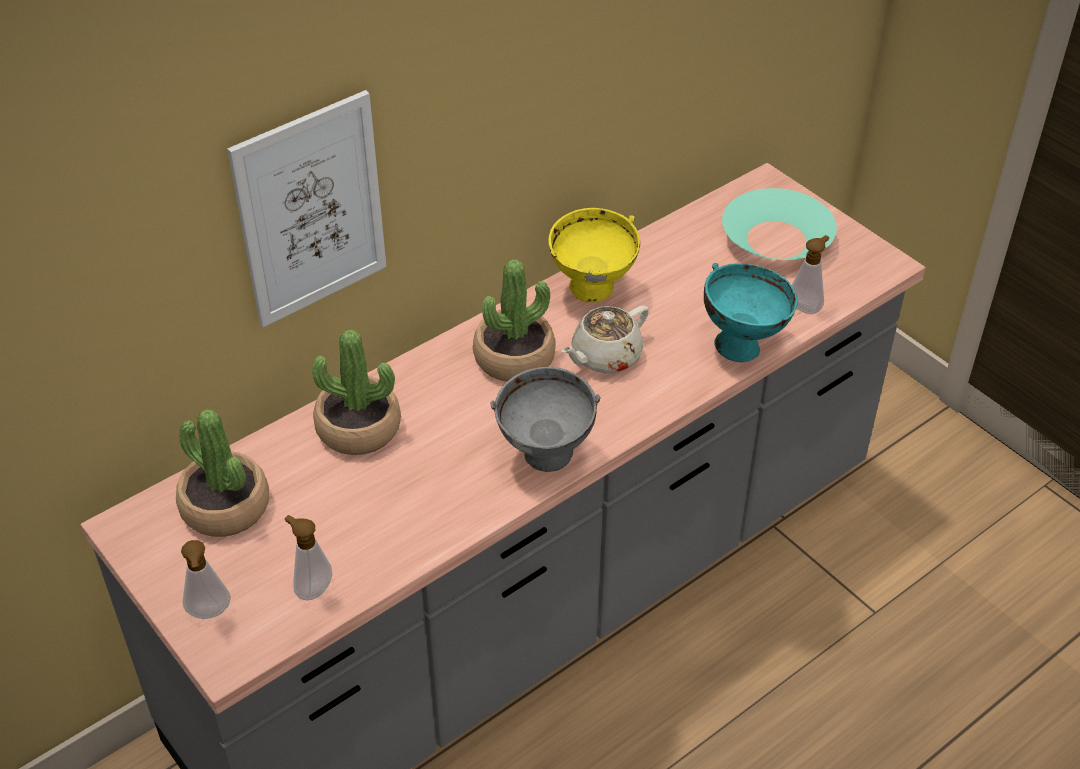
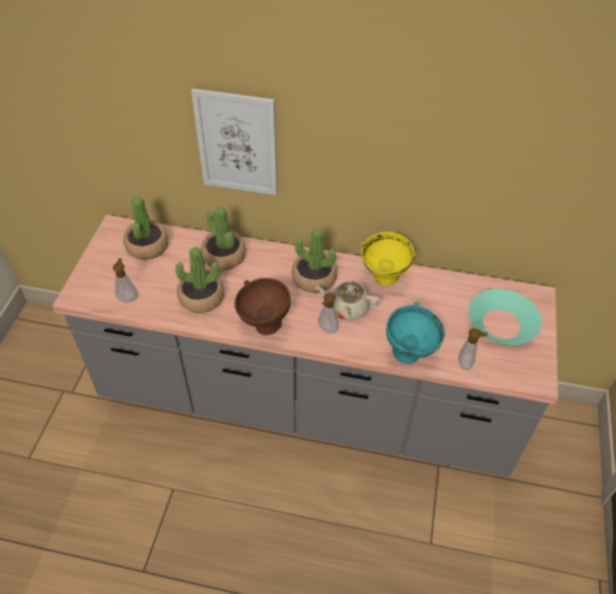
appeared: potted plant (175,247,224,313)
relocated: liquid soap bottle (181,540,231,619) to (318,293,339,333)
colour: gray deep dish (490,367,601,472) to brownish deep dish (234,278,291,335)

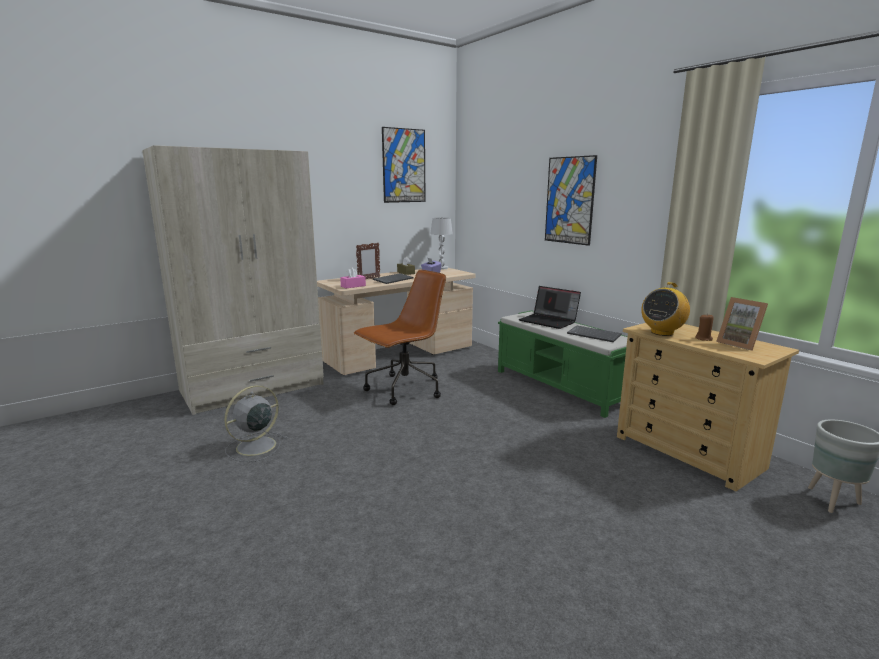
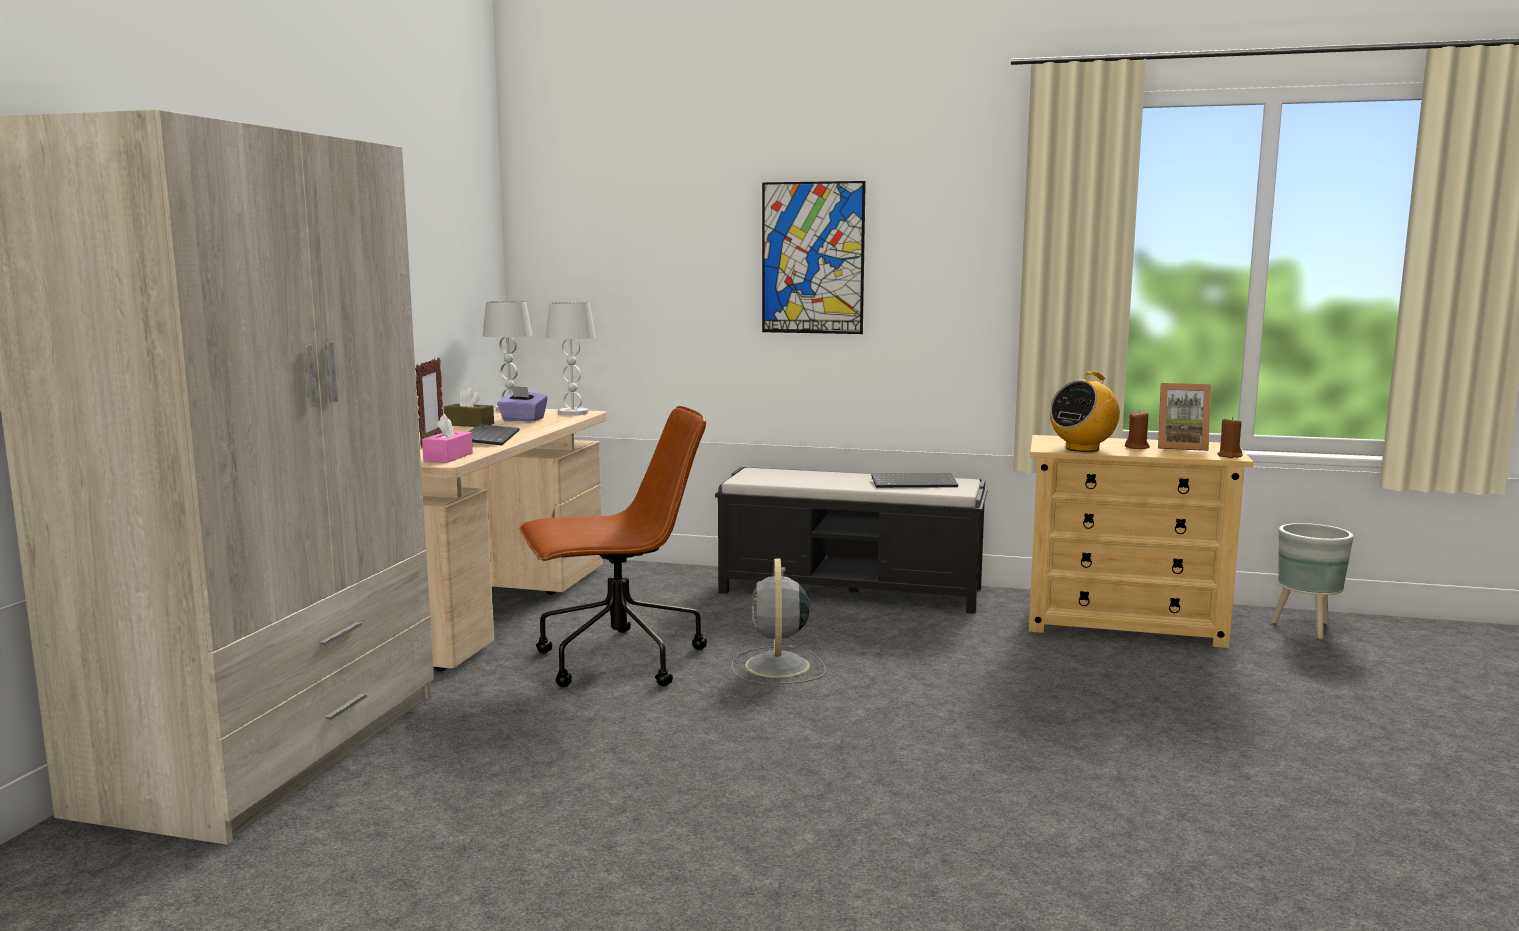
missing: picture (382,127,426,203); portable computer (519,286,581,329)
appeared: white table lamp (545,302,596,416); brownish candle (1217,417,1243,458)
relocated: gray electric fan (224,385,287,462) to (732,559,826,684)
colour: greenish indoor bench (498,310,628,418) to black-coloured indoor bench (715,467,987,614)
spun: brownish computer chair (354,270,446,405) = (519,406,707,687) 60 degrees clockwise; radio receiver (641,282,690,336) = (1050,372,1120,452) 45 degrees clockwise

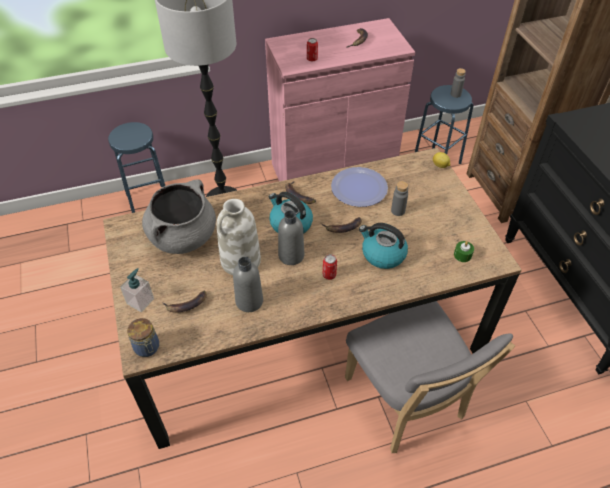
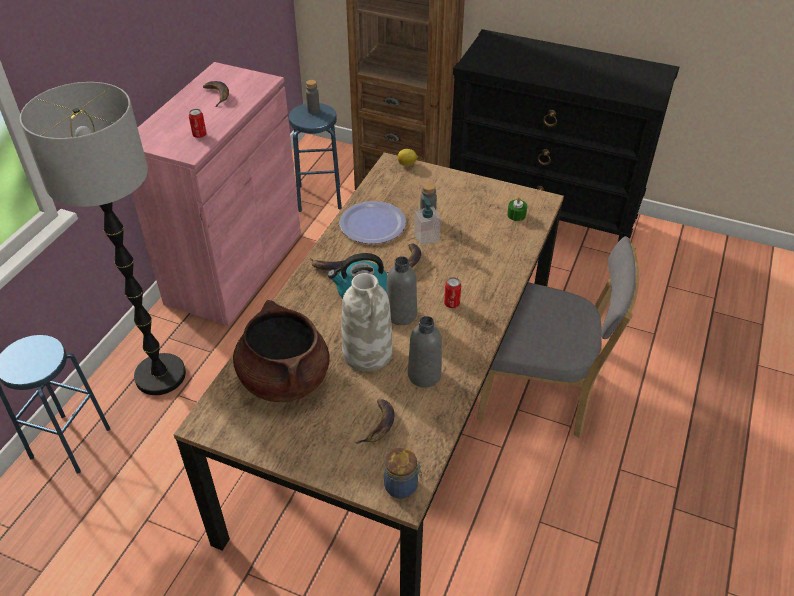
missing: kettle (359,223,408,269)
relocated: liquid soap bottle (120,268,154,312) to (414,196,441,245)
colour: gray stockpot (142,179,216,254) to brownish stockpot (233,300,330,402)

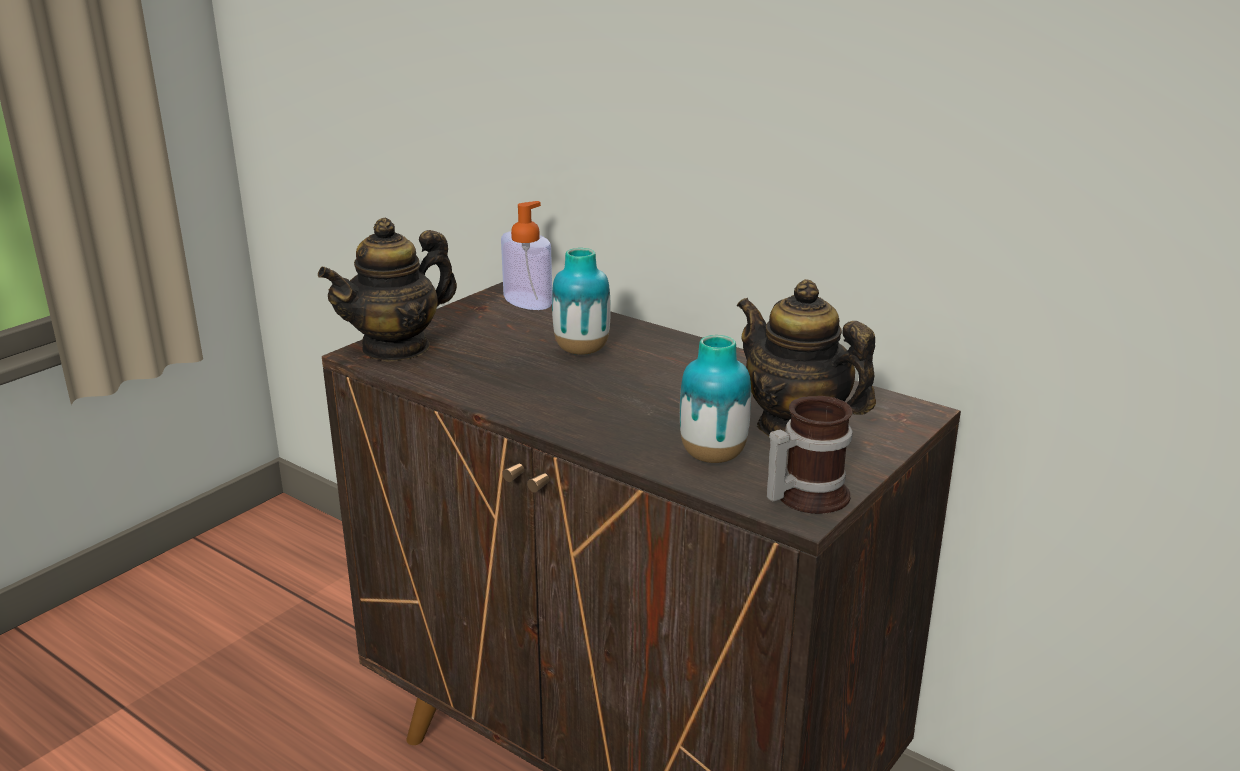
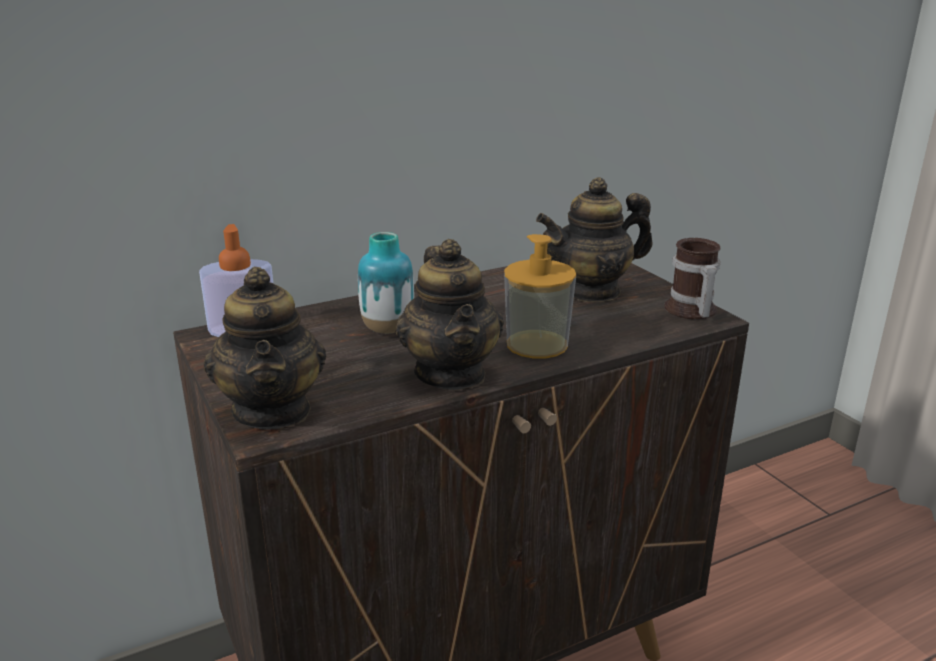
missing: vase (680,335,751,463)
appeared: teapot (396,239,503,390); liquid soap bottle (504,234,576,358)

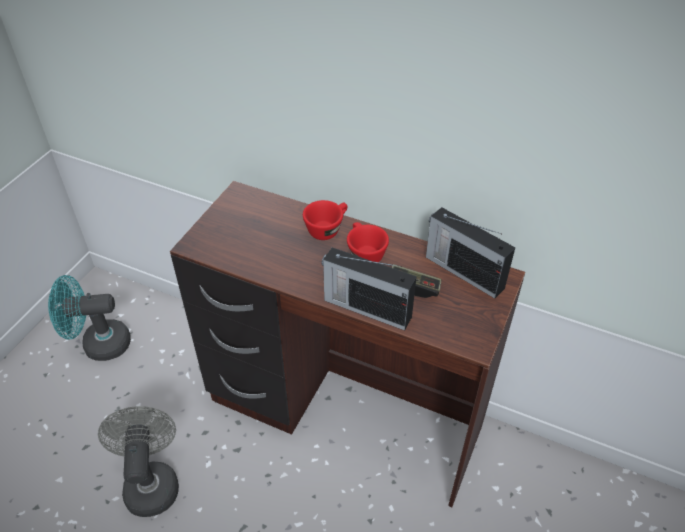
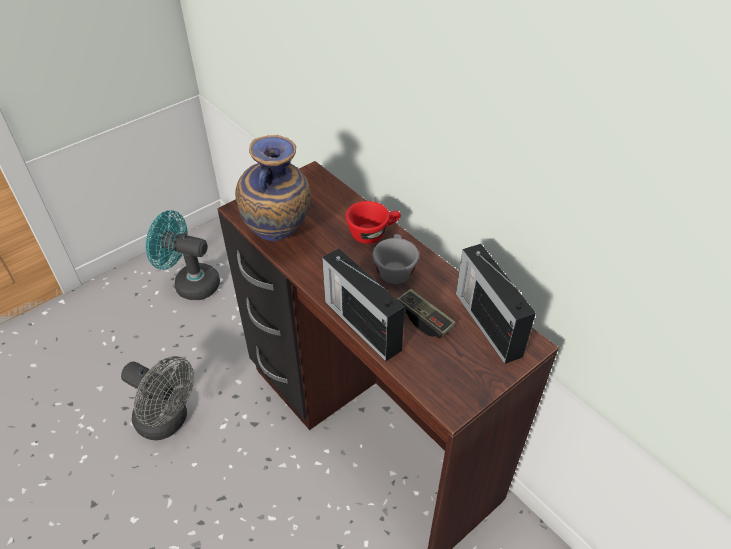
appeared: vase (235,135,311,241)
colour: red-coloured cup (347,222,389,262) to gray cup (372,234,419,284)
spun: gray electric fan (98,406,179,517) = (121,356,194,440) 105 degrees clockwise

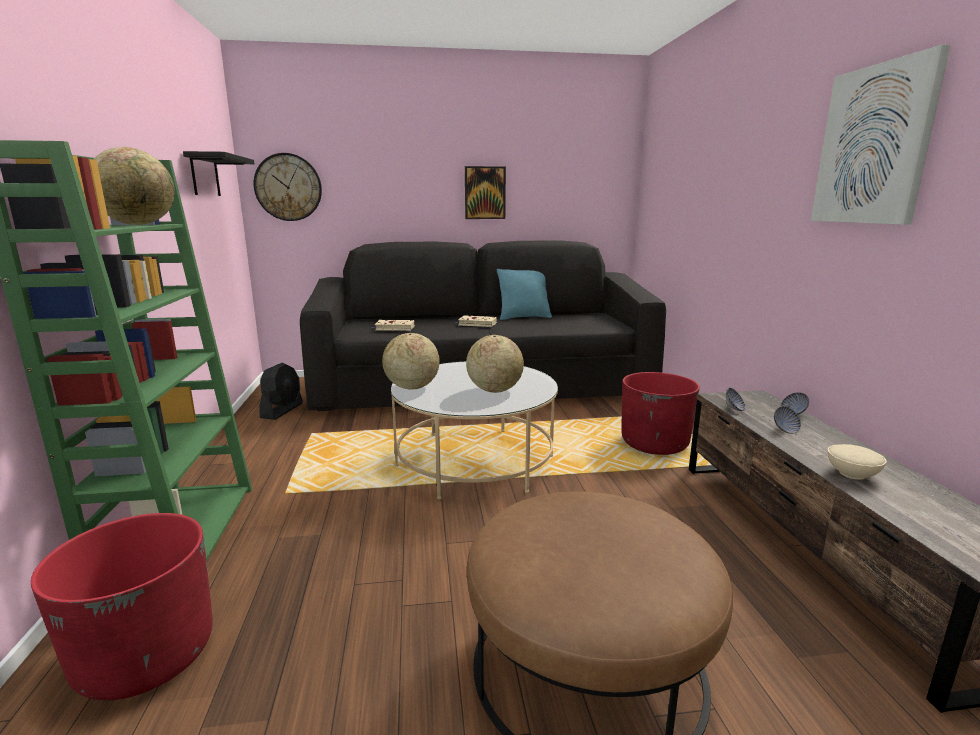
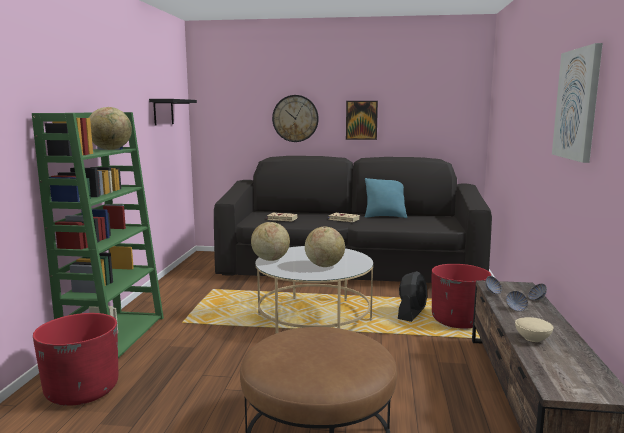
relocated: wall clock (254,153,322,221) to (272,95,319,142); black-coloured electric fan (259,362,303,420) to (398,271,427,322)

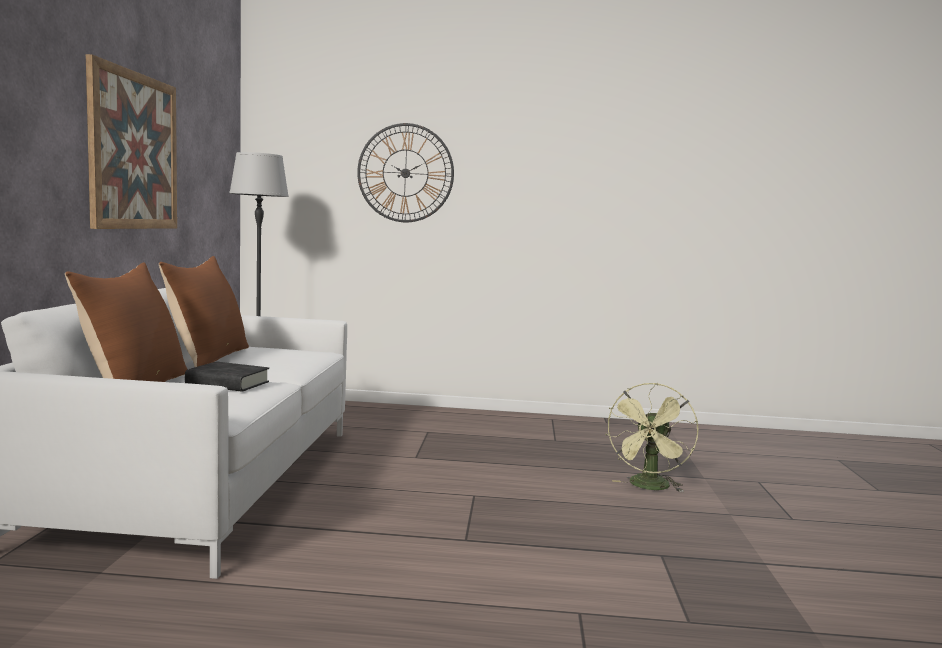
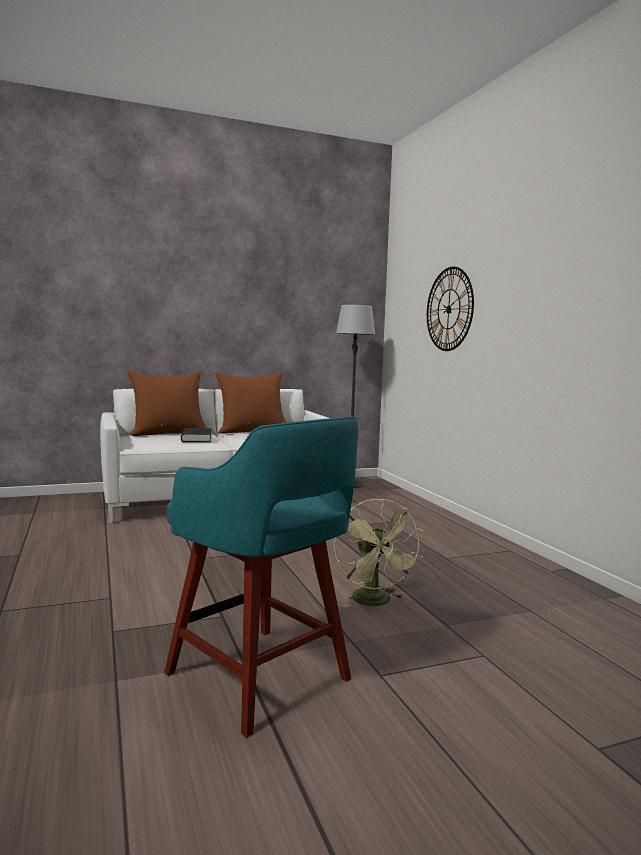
missing: picture (86,54,177,229)
appeared: turquoise-coloured stool seat (164,417,358,738)
spun: greenish electric fan (605,383,699,492) = (334,499,423,607) 105 degrees counterclockwise

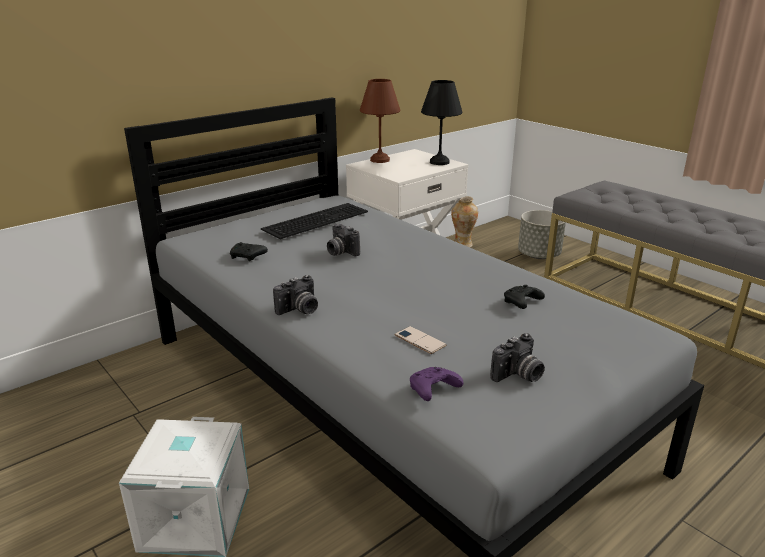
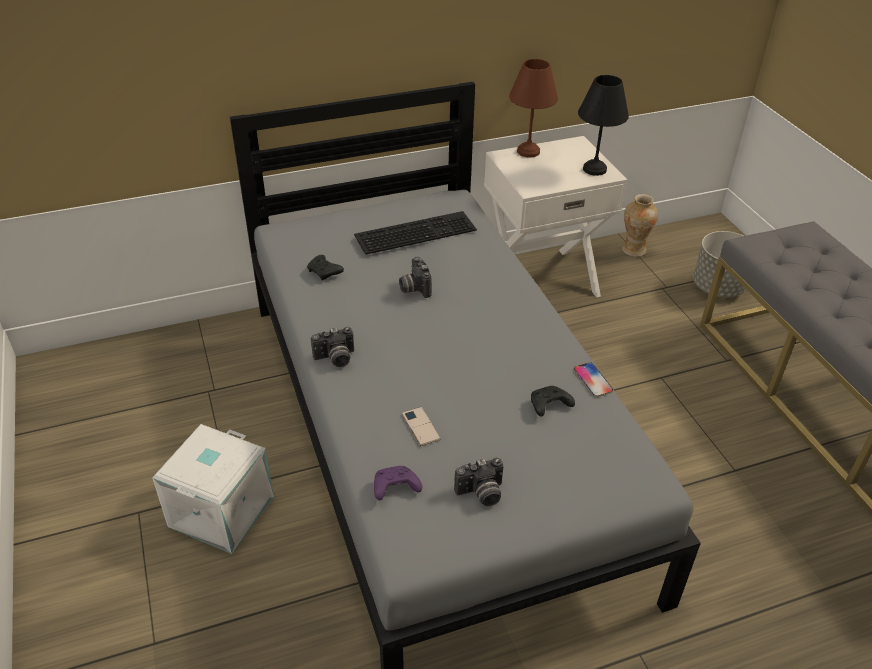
appeared: telephone (574,362,613,397)

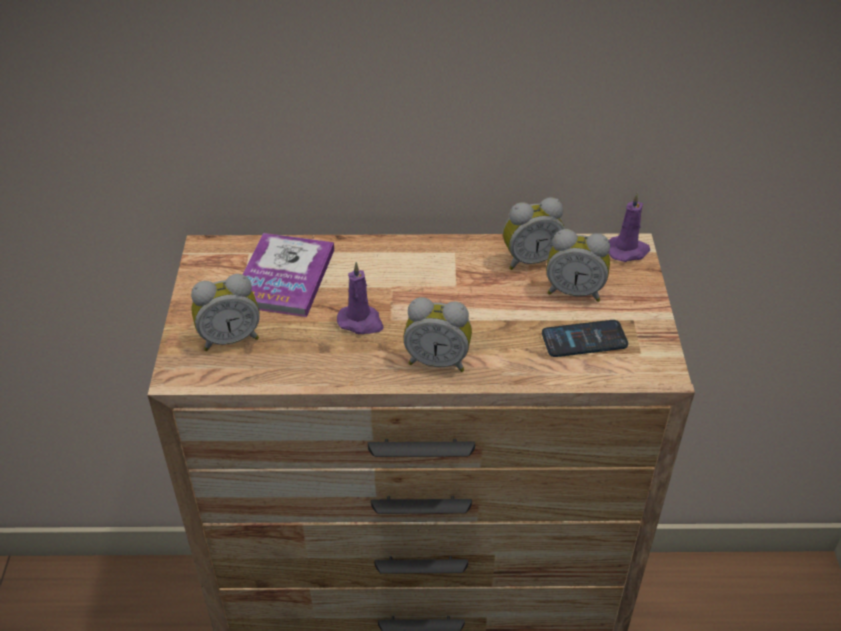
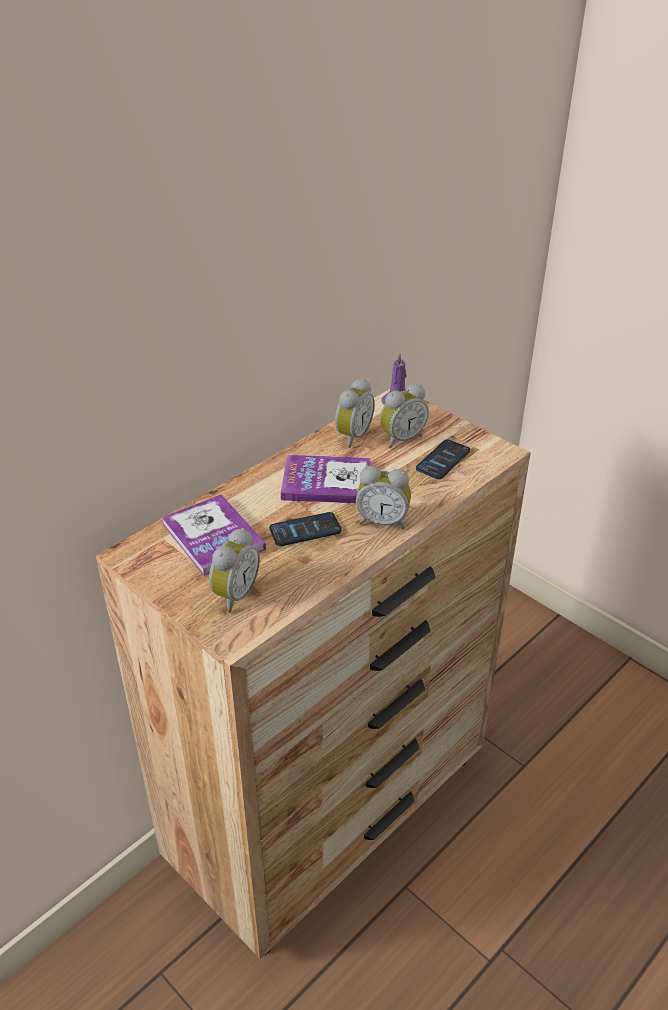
appeared: book (281,455,371,503)
exchanged: purple candle (337,262,384,334) to telephone (269,512,342,546)
spun: bedside clock (403,297,472,372) = (356,466,411,530) 45 degrees clockwise

